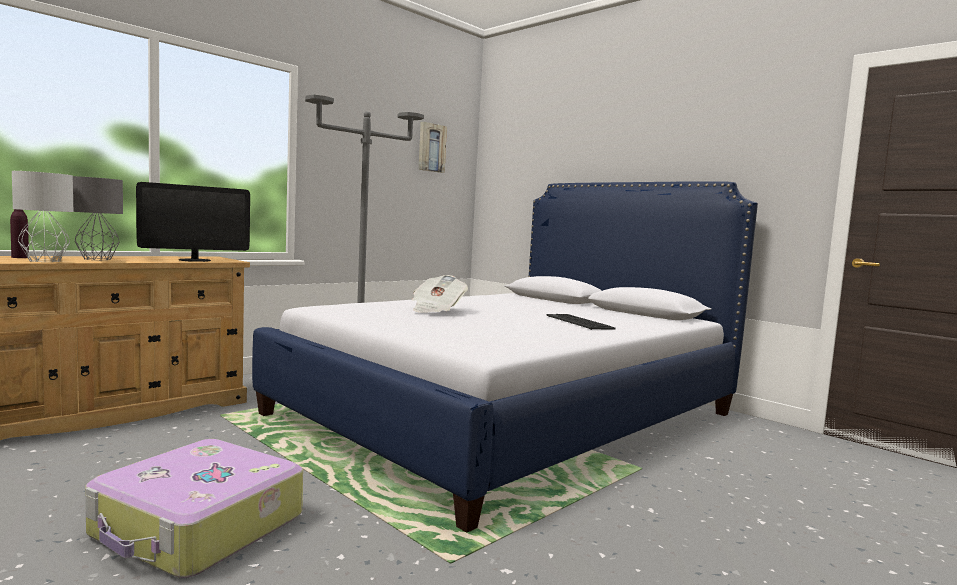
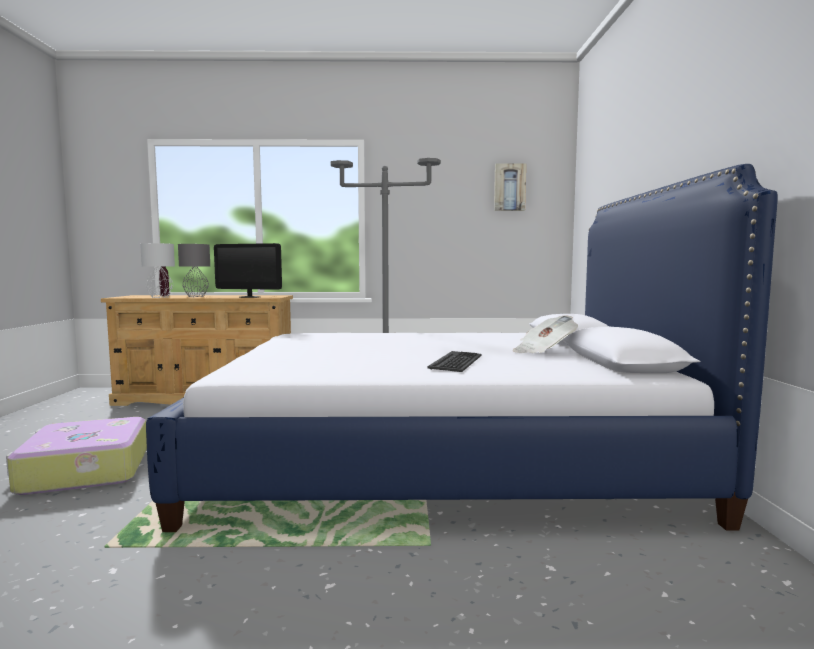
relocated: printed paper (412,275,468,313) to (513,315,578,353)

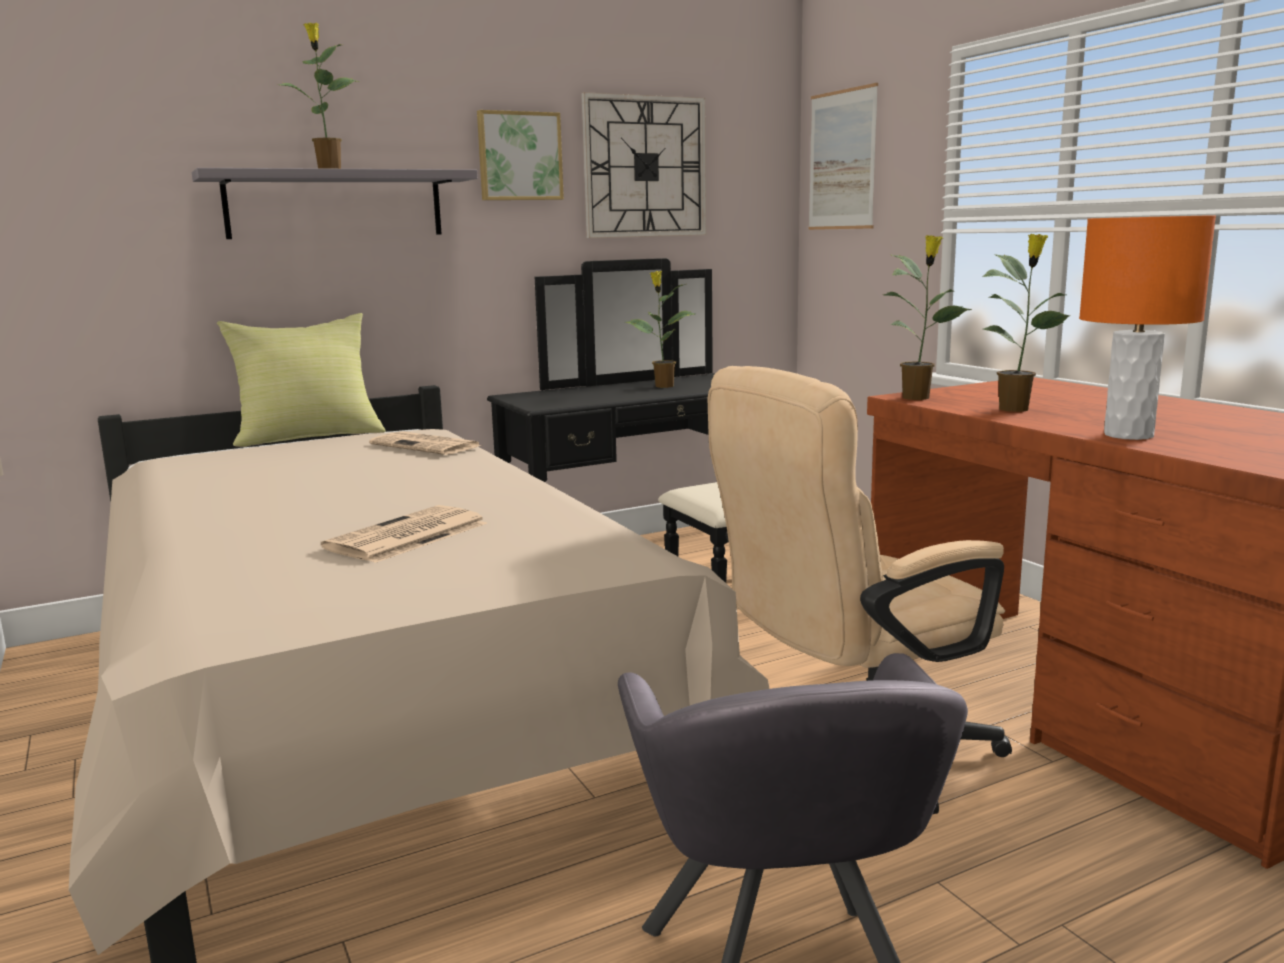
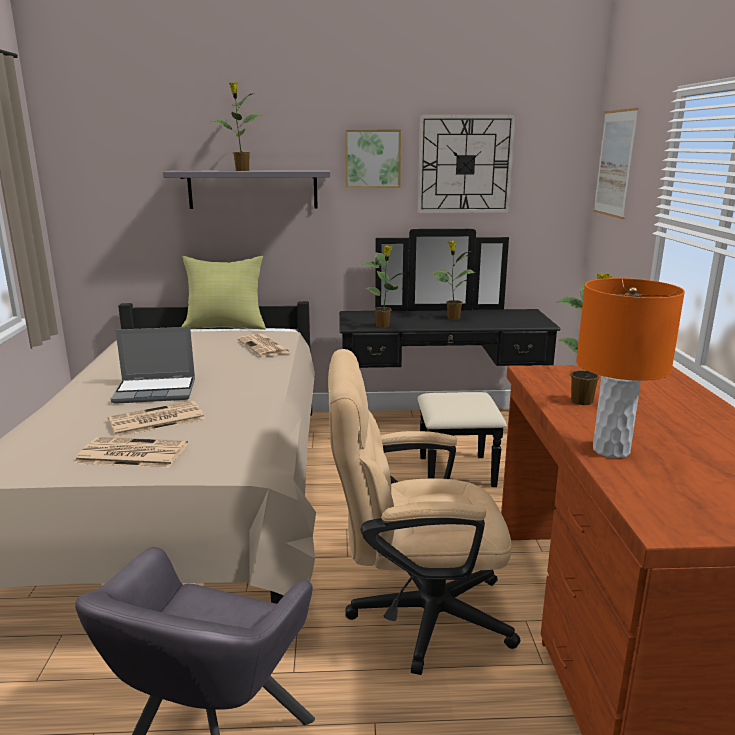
appeared: printed paper (74,437,188,468); portable computer (111,327,195,404)
relocated: potted plant (883,235,972,400) to (362,245,403,328)

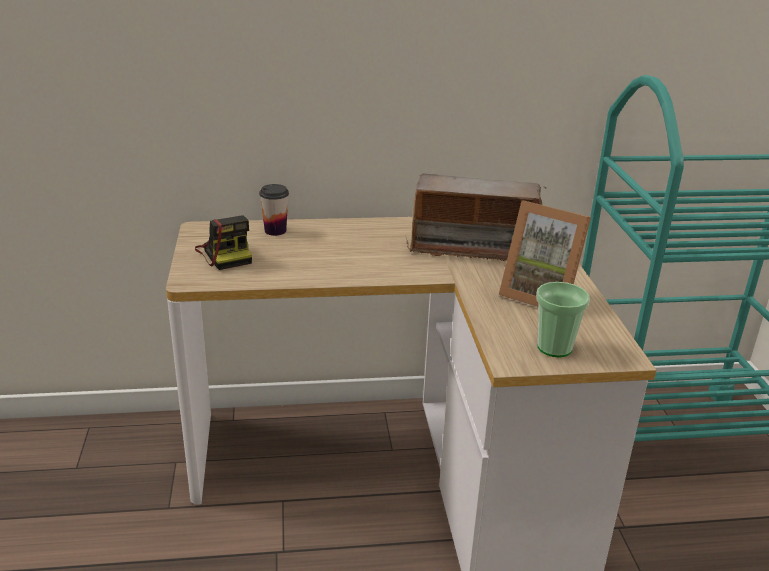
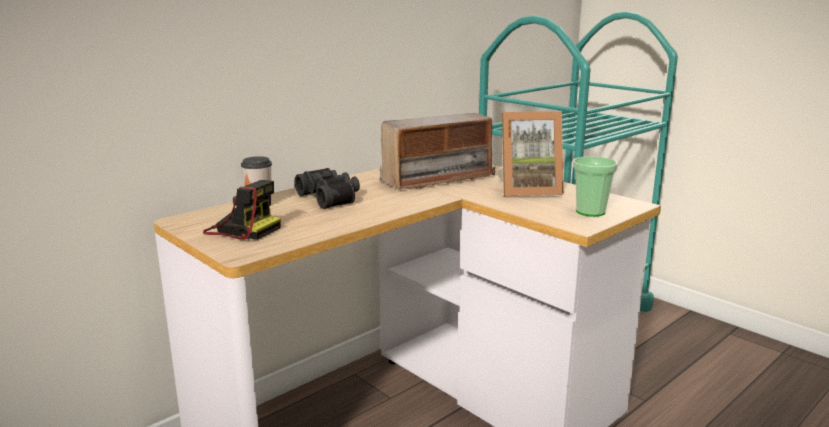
appeared: black-coloured binoculars (295,168,360,209)

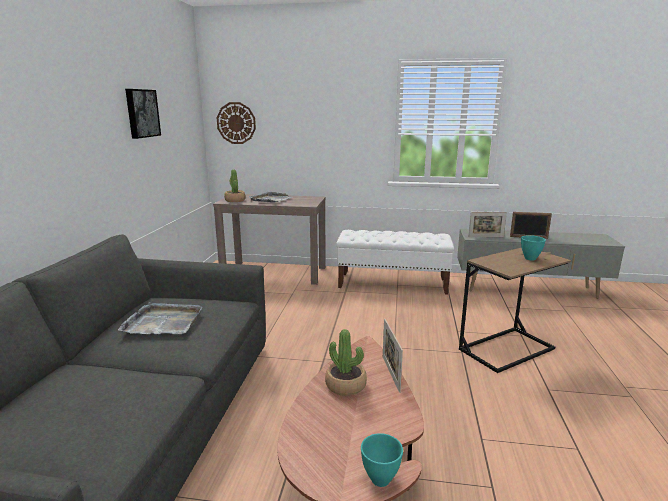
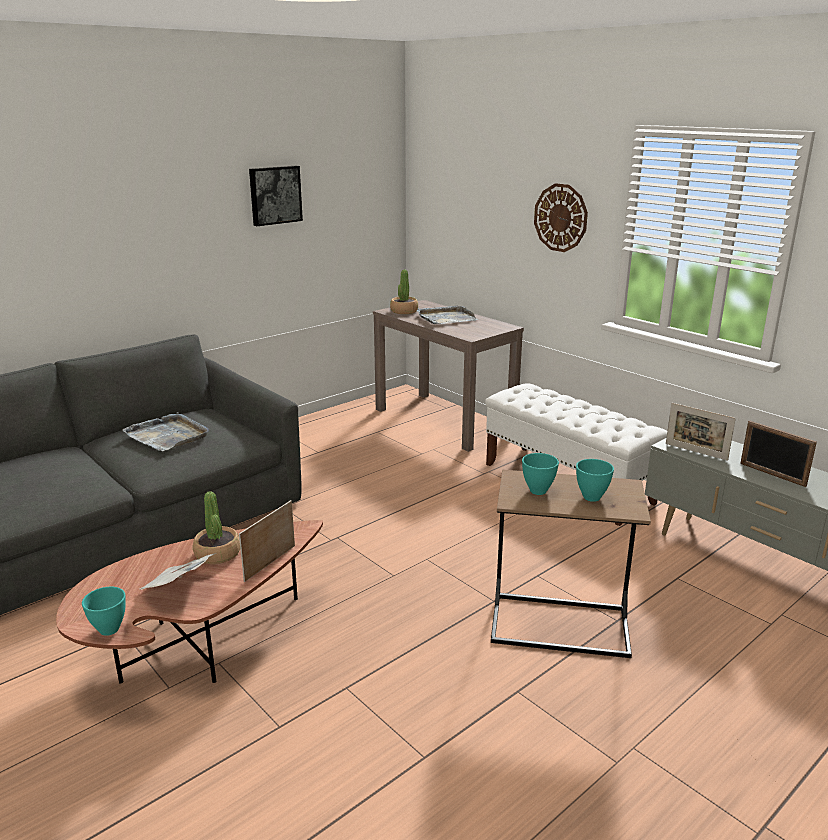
appeared: printed paper (140,553,216,590); turquoise-coloured deep dish (522,453,559,495)
relocated: wall clock (217,102,256,144) to (534,183,588,252)

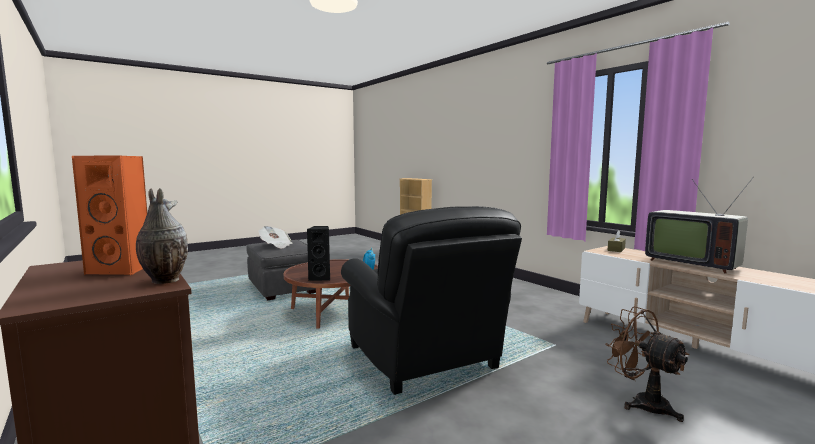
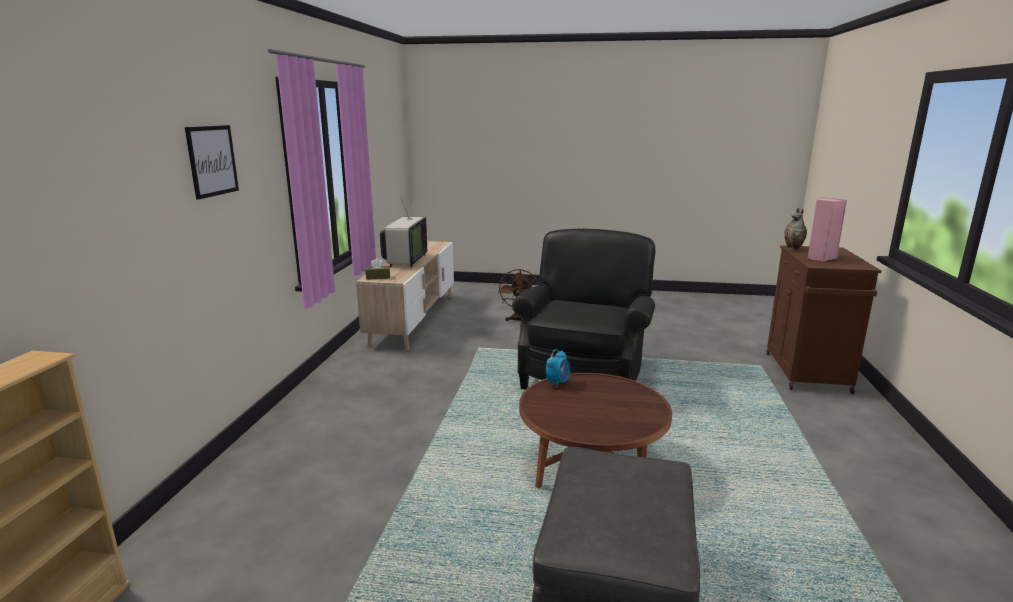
missing: printed paper (258,226,292,249); black-coloured audio speaker (307,226,330,281)
appeared: picture (185,125,239,200)
colour: orangey audio speaker (72,156,147,275) to pinkish audio speaker (807,197,847,261)

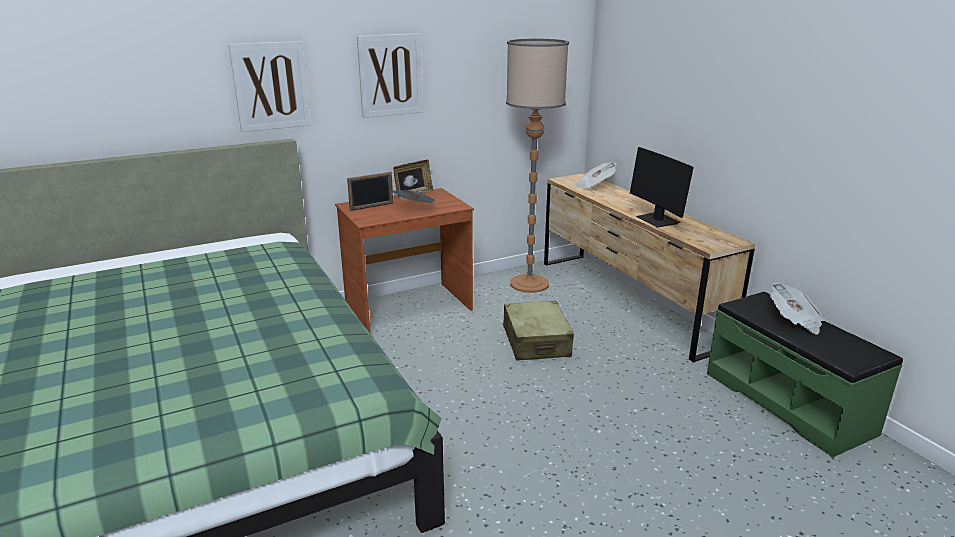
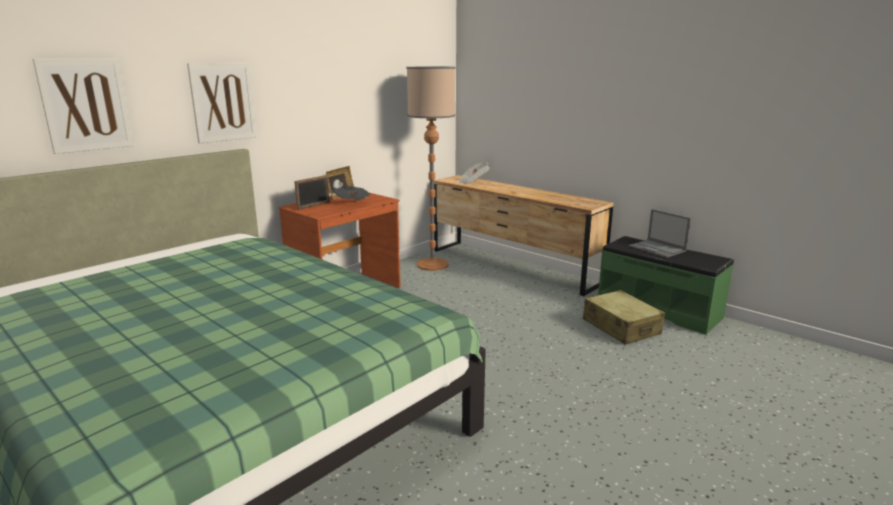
missing: monitor (630,147,693,228)
relocated: picture (357,33,423,118) to (33,59,134,154); sand-coloured piece of luggage (503,301,574,361) to (583,290,665,345)
exchanged: printed paper (770,282,824,335) to portable computer (629,209,691,258)

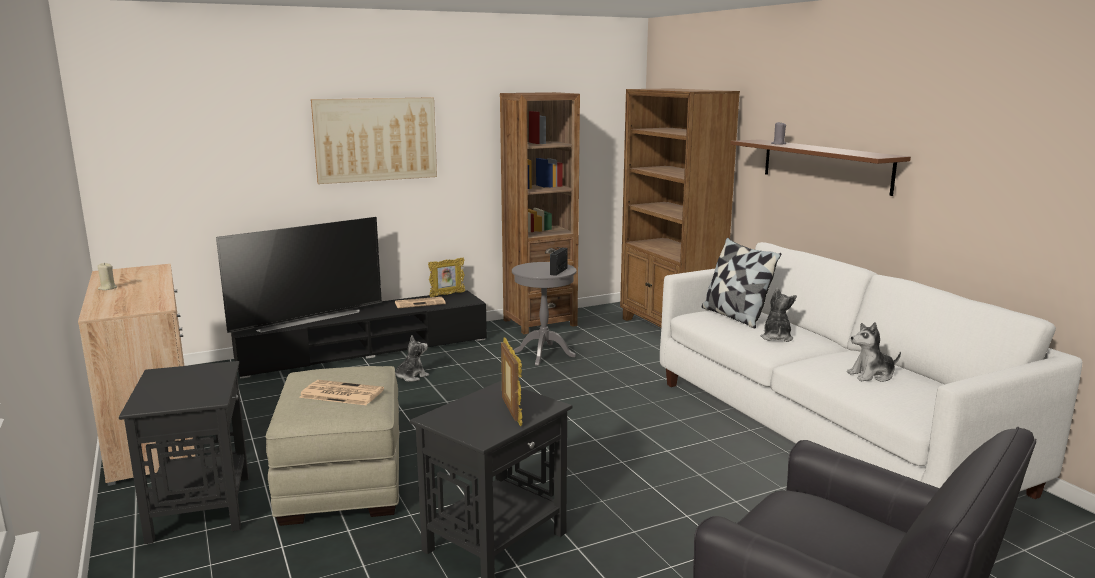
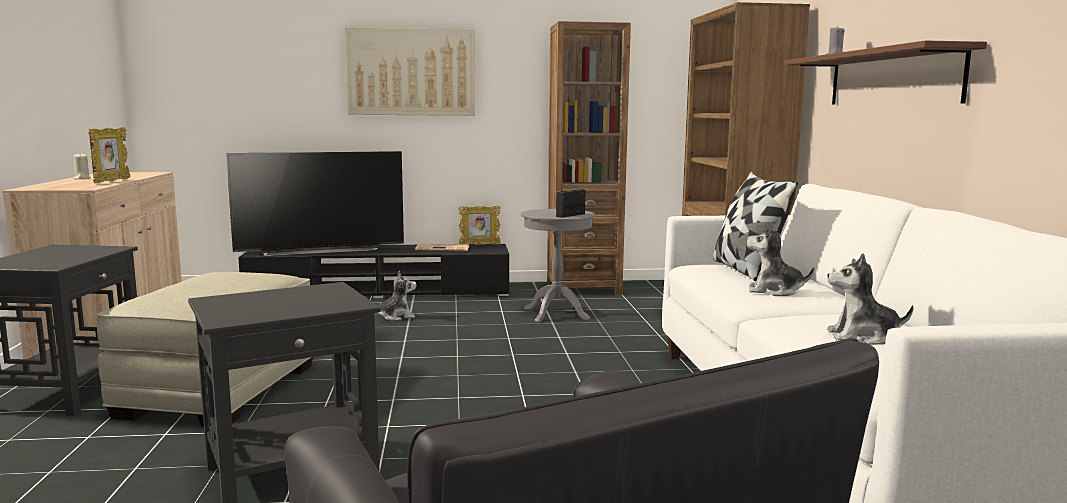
missing: printed paper (299,380,384,405)
relocated: standing frame (501,337,522,426) to (88,127,130,183)
spun: soft toy (760,288,797,342) = (747,224,814,296) 105 degrees counterclockwise

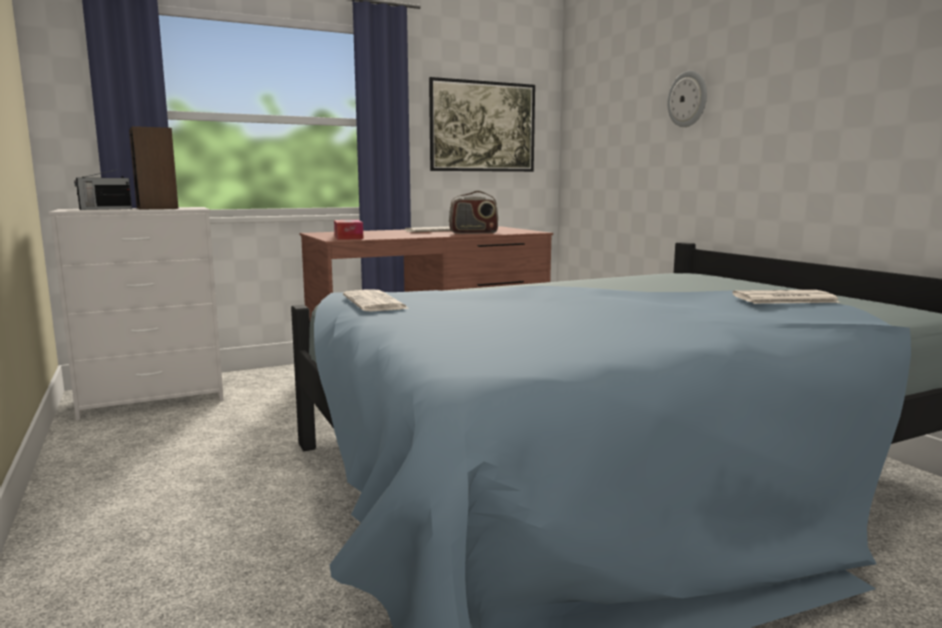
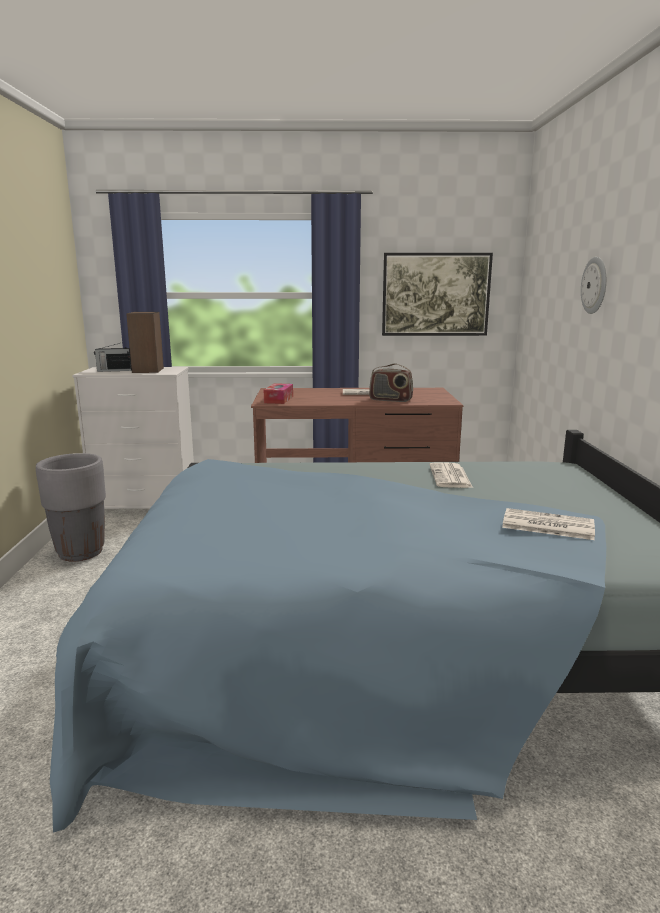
appeared: gray flower pot (36,453,106,561)
relocated: printed paper (343,290,410,311) to (429,462,473,488)

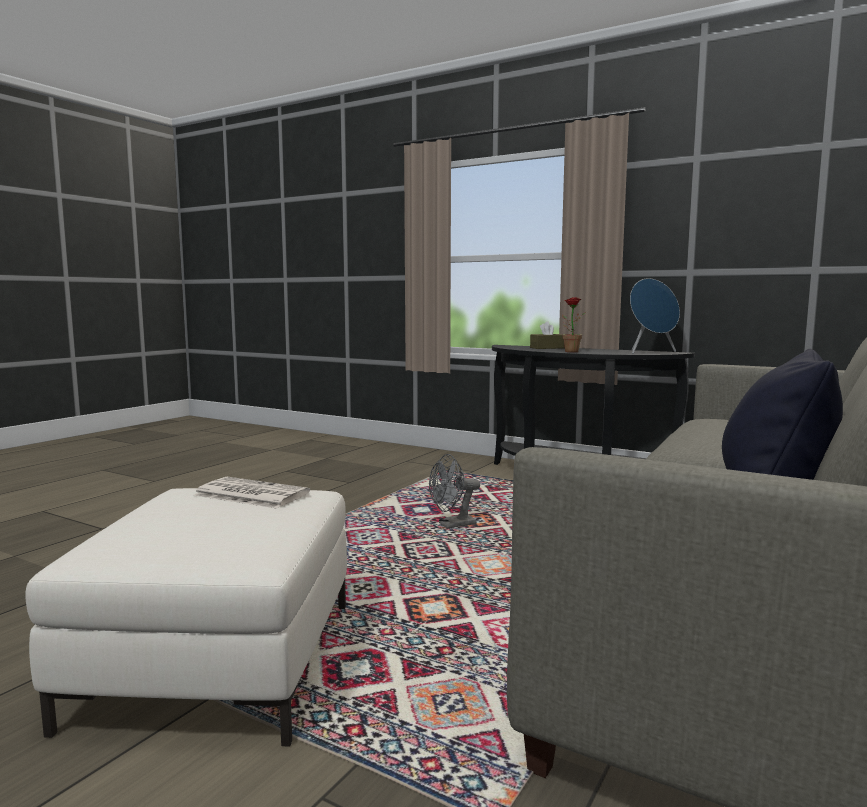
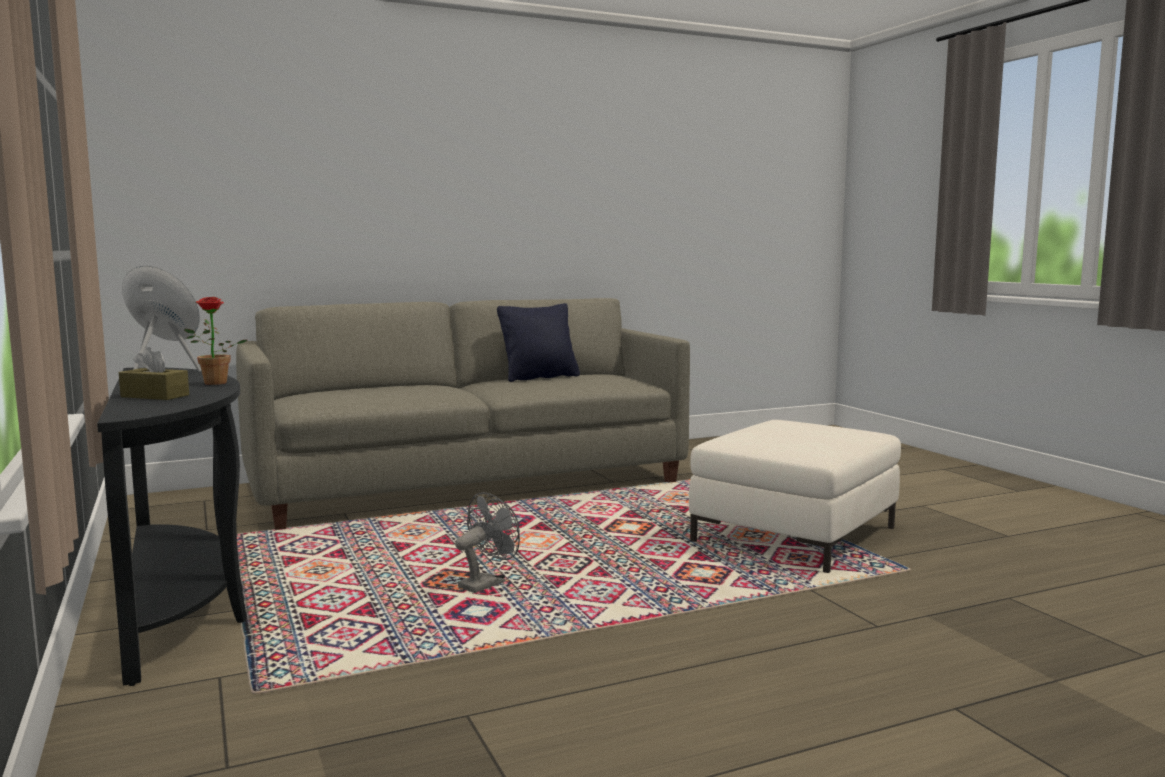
missing: printed paper (194,477,310,508)
spun: gray electric fan (429,454,480,529) = (455,492,520,593) 60 degrees counterclockwise

